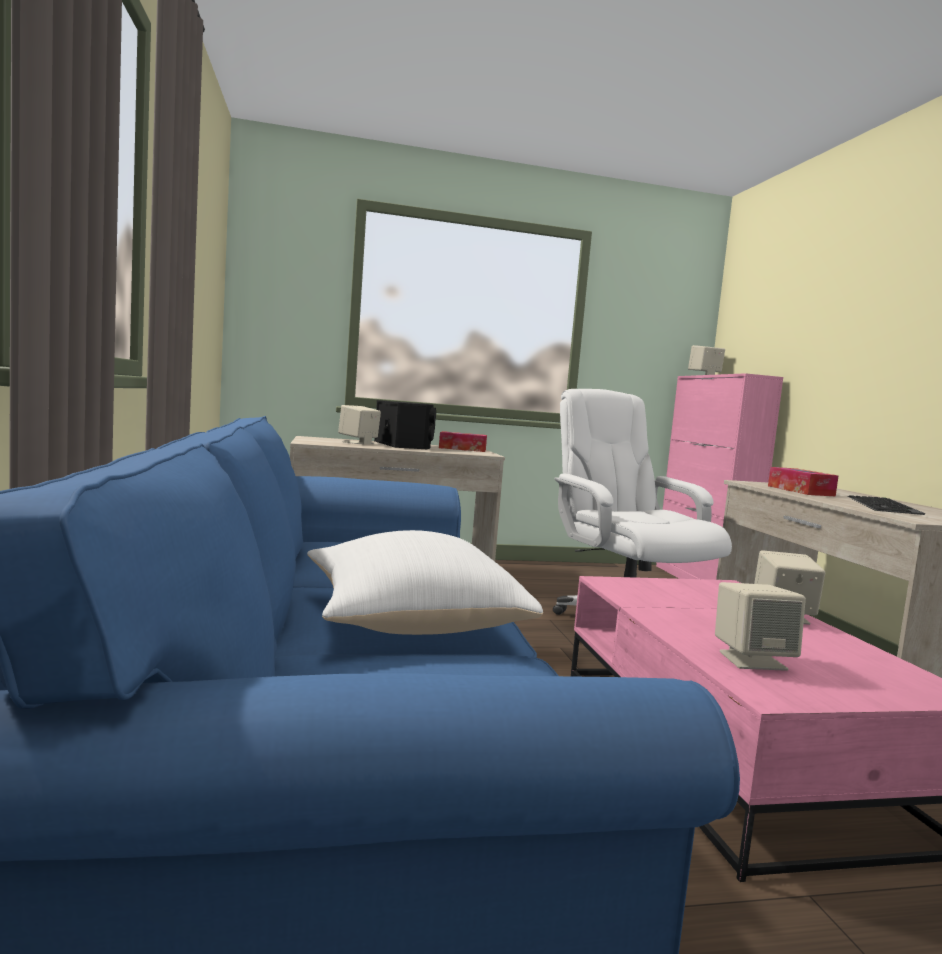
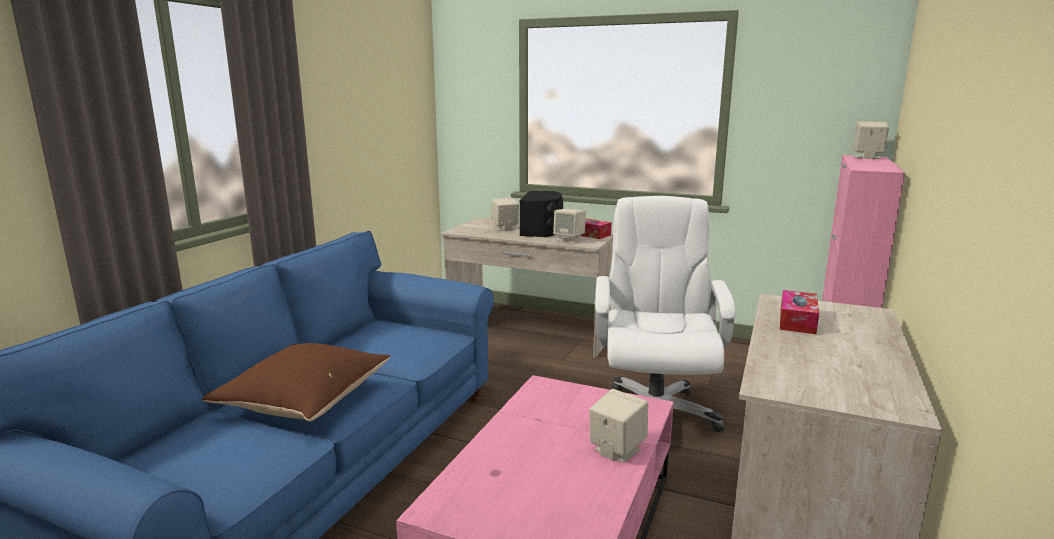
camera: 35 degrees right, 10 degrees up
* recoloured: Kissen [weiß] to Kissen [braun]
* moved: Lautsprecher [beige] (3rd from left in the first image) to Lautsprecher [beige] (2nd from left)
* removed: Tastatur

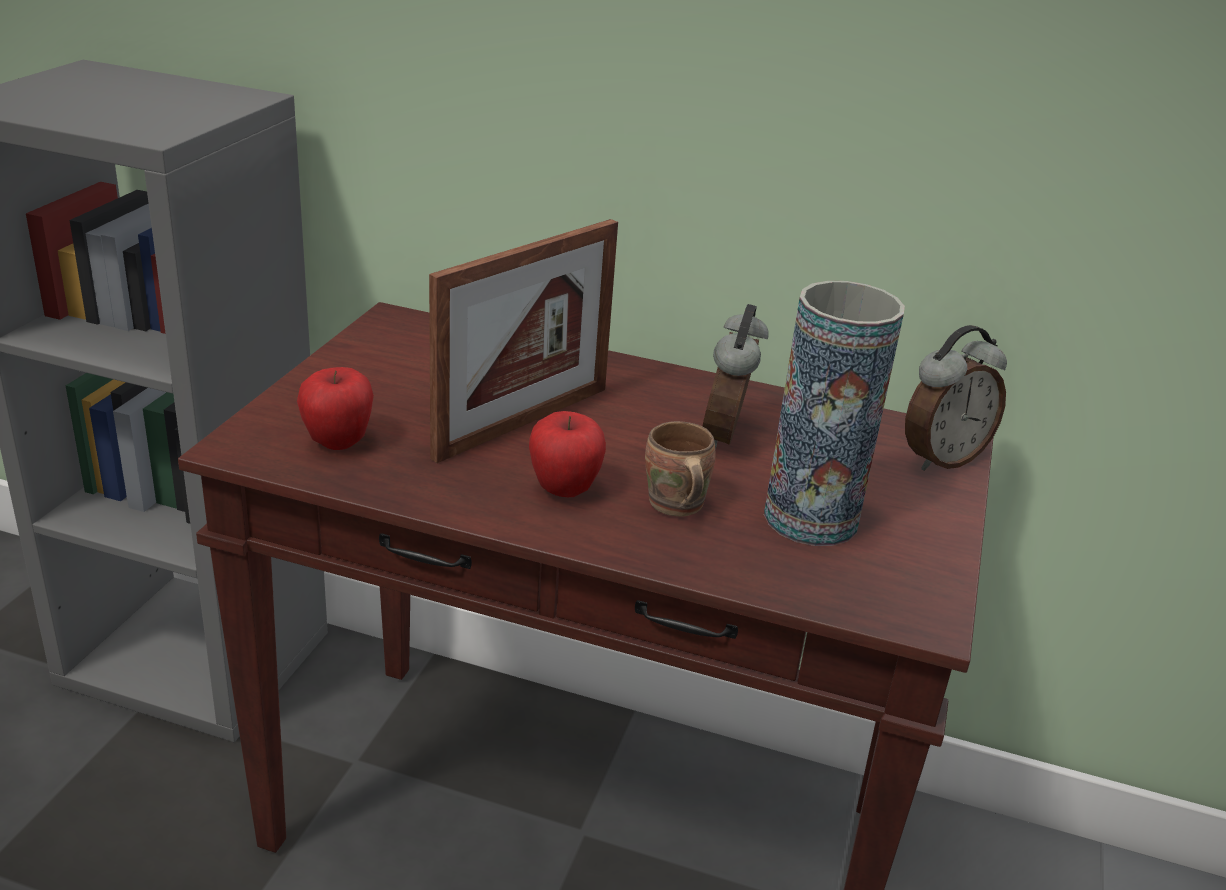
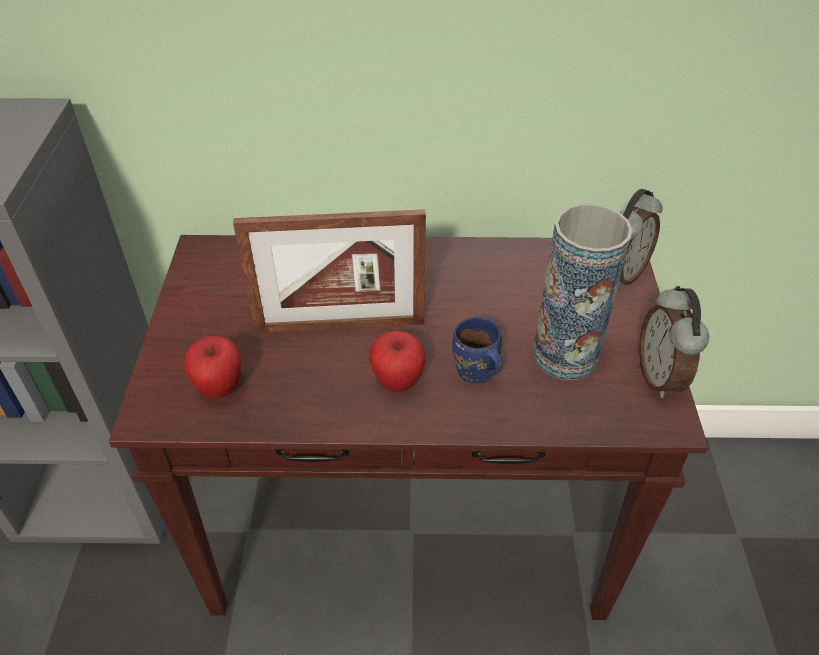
camera: 15 degrees left, 15 degrees up
* turned: Bilderrahmen 60 degrees clockwise
* recoloured: Henkelbecher [braun] to Henkelbecher [blau]
* moved: Wecker (1st from left in the first image) to Wecker (2nd from left)

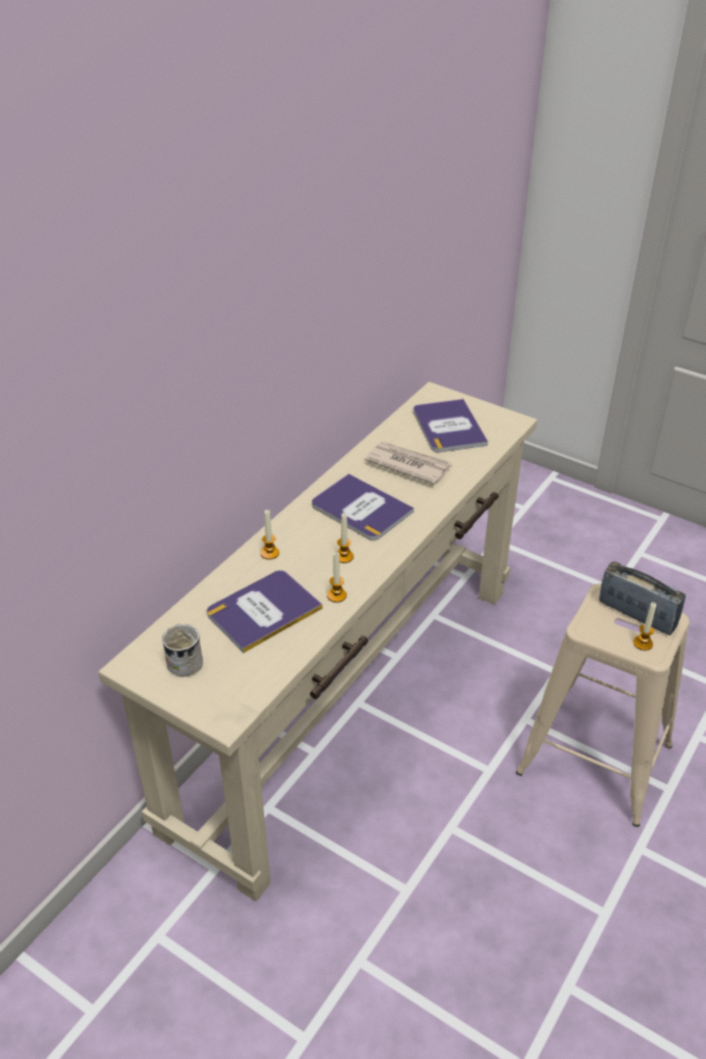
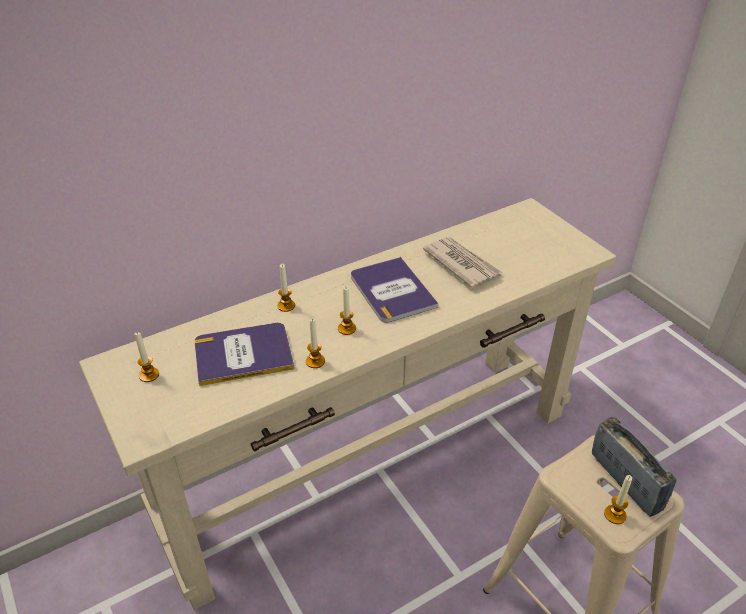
camera: 25 degrees right, 0 degrees up
* replaced: Henkelbecher [weiß] to Kerze (1st from left)
* removed: Buch (3rd from left)

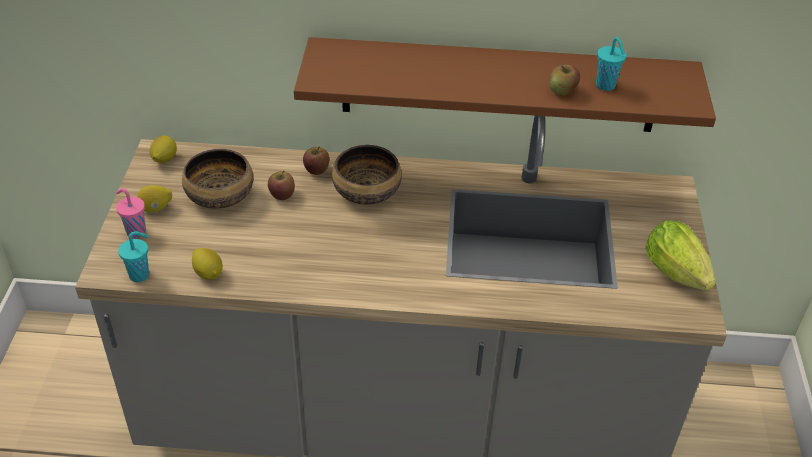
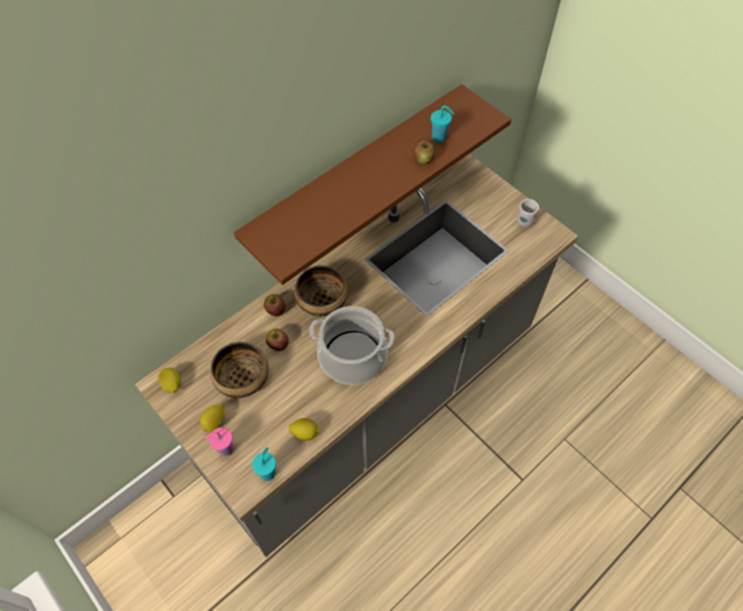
camera: 45 degrees left, 15 degrees up
* replaced: Salatkopf to Henkelbecher [weiß]
* added: Kochtopf

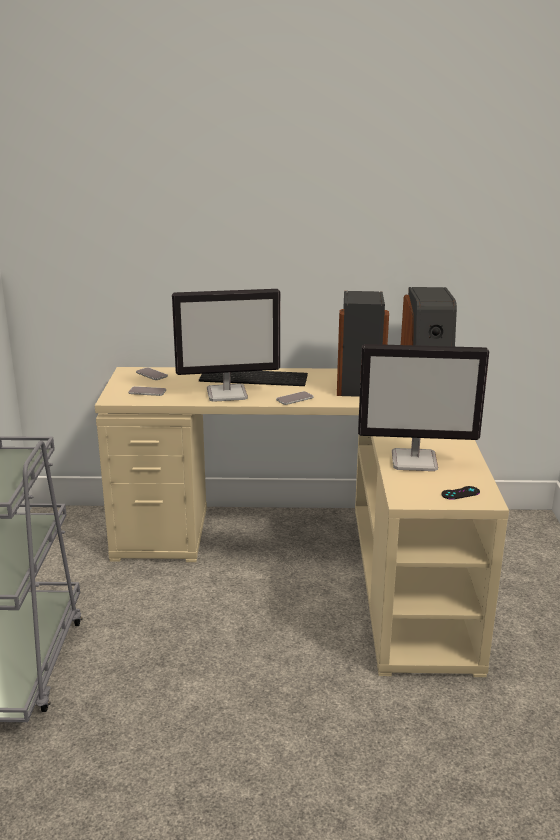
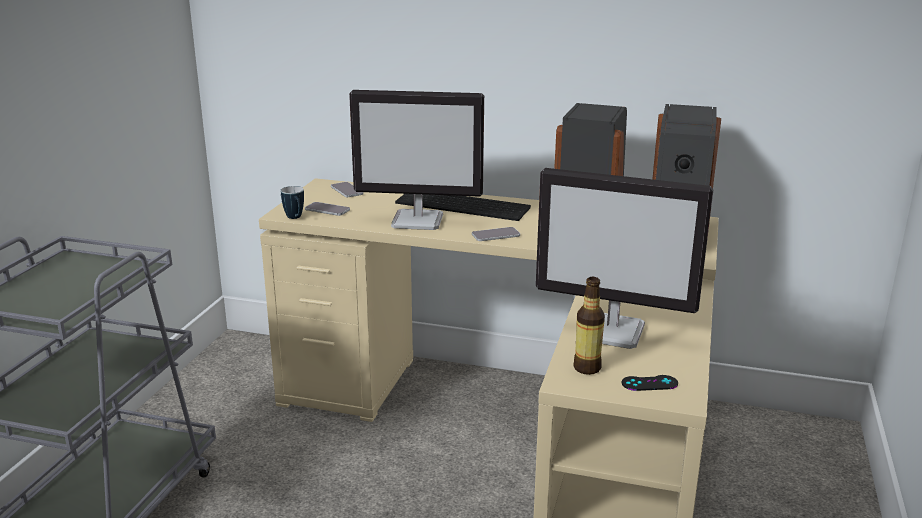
camera: 15 degrees right, 0 degrees up
* added: Henkelbecher
* added: Flasche

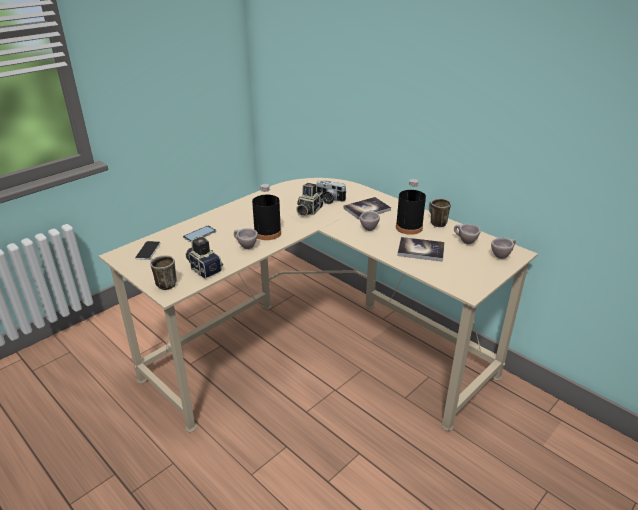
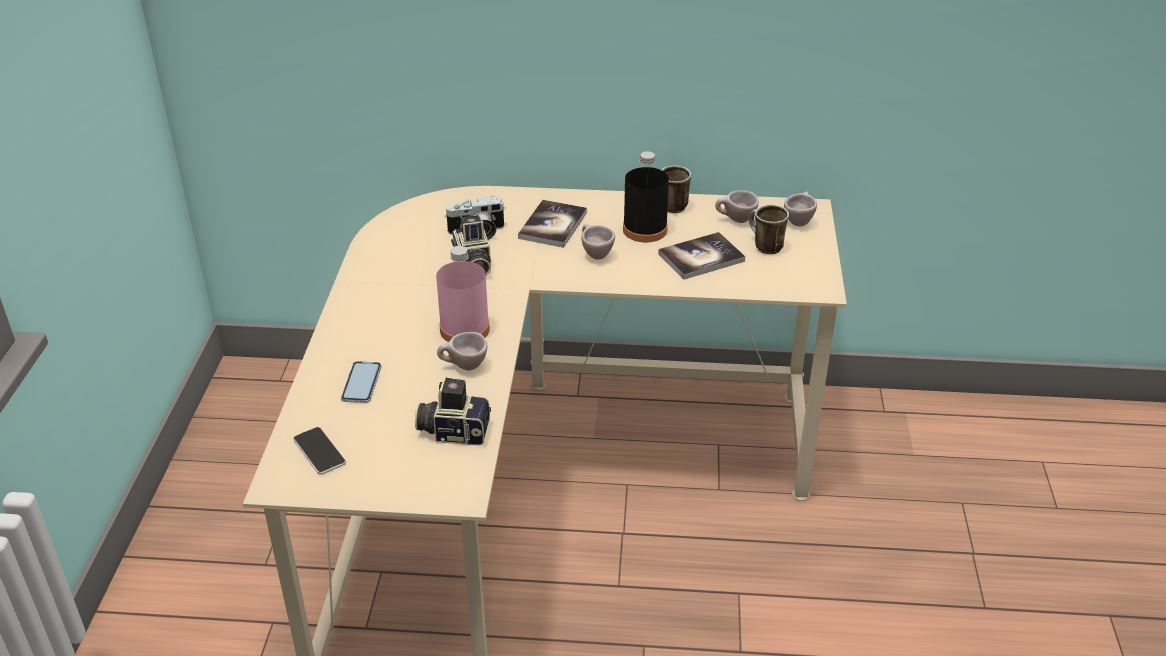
camera: 40 degrees left, 5 degrees up
* moved: Henkelbecher (1st from left in the first image) to Henkelbecher (2nd from left)
* recoloured: Flasche [schwarz] (1st from left) to Flasche [rosa]

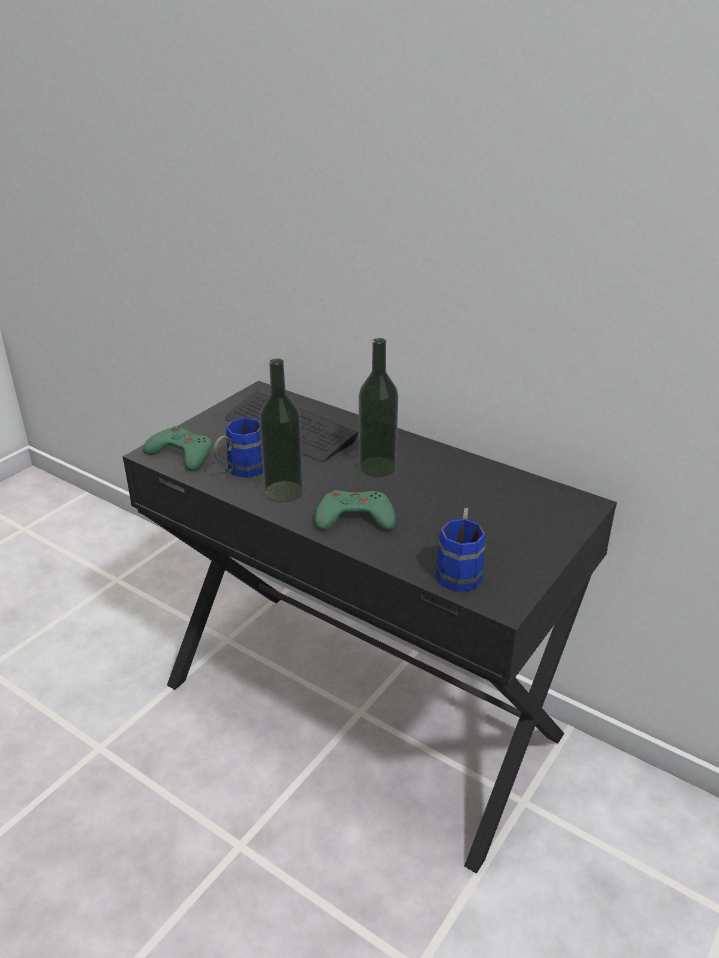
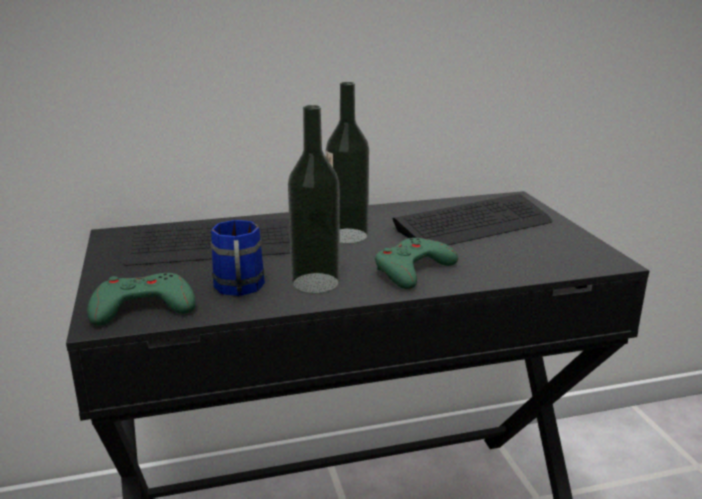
camera: 50 degrees left, 10 degrees down
* removed: Henkelbecher [blau] (2nd from left)
* added: Tastatur (2nd from left)

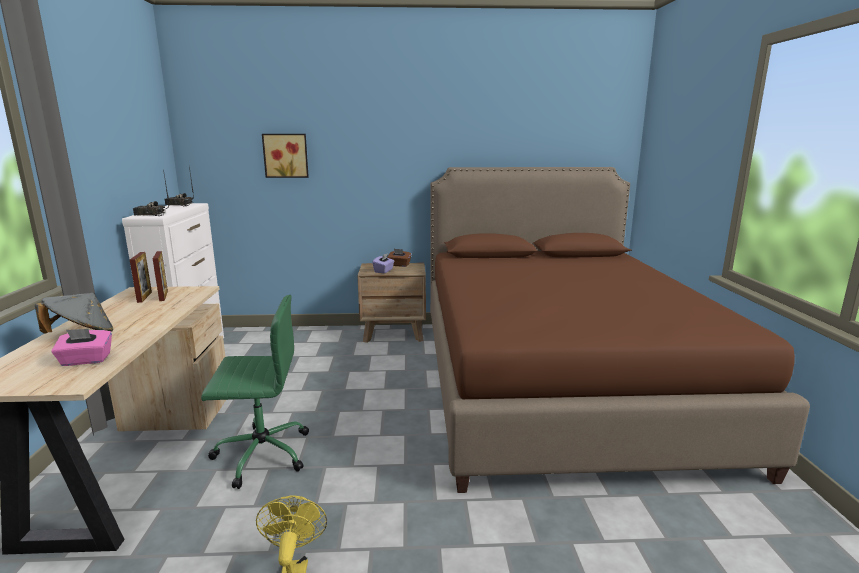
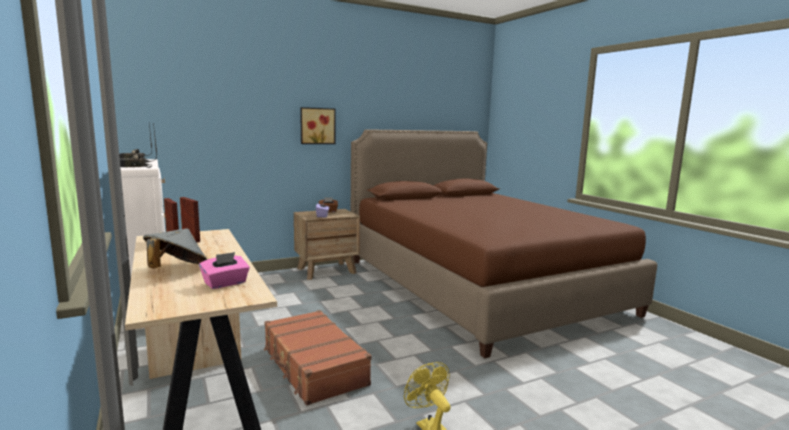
camera: 25 degrees left, 5 degrees down
* replaced: Bürostuhl [grün] to Koffer [braun]
* moved: Bild

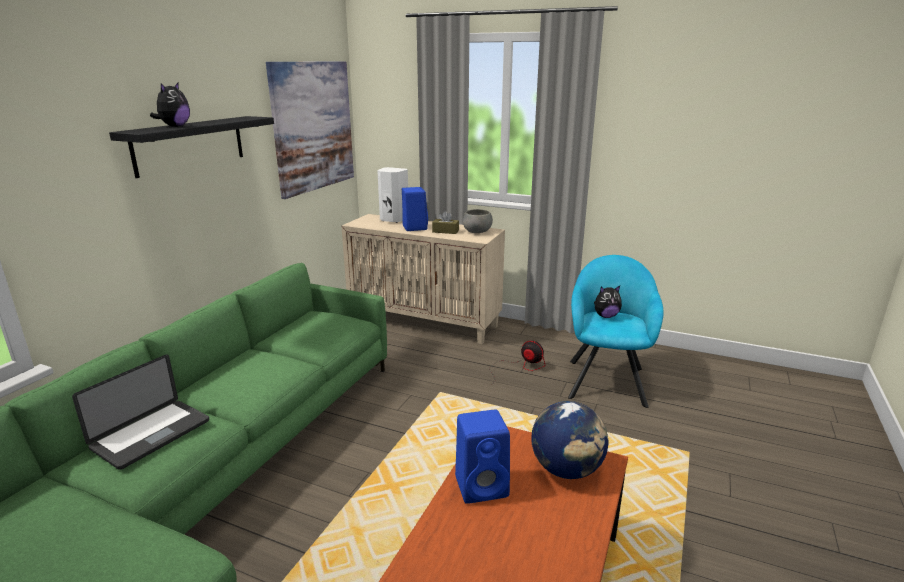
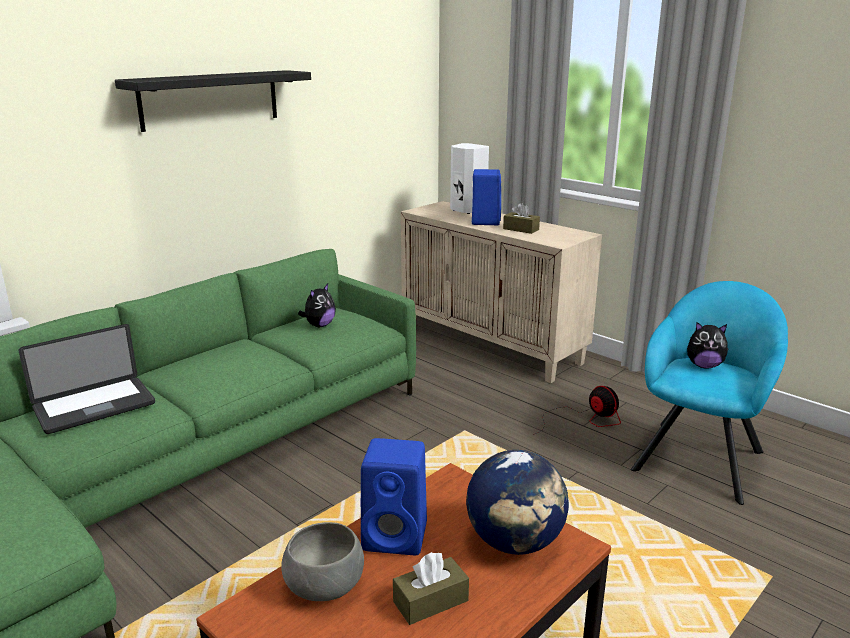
camera: 20 degrees right, 0 degrees up
* moved: Plüschtier (1st from left)
* removed: Bild
* moved: Schüssel [grau]
* added: Taschentuchbox [braun] (1st from left)

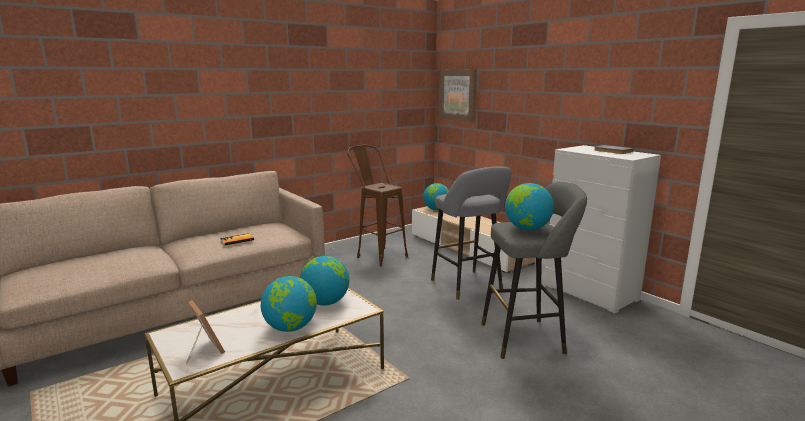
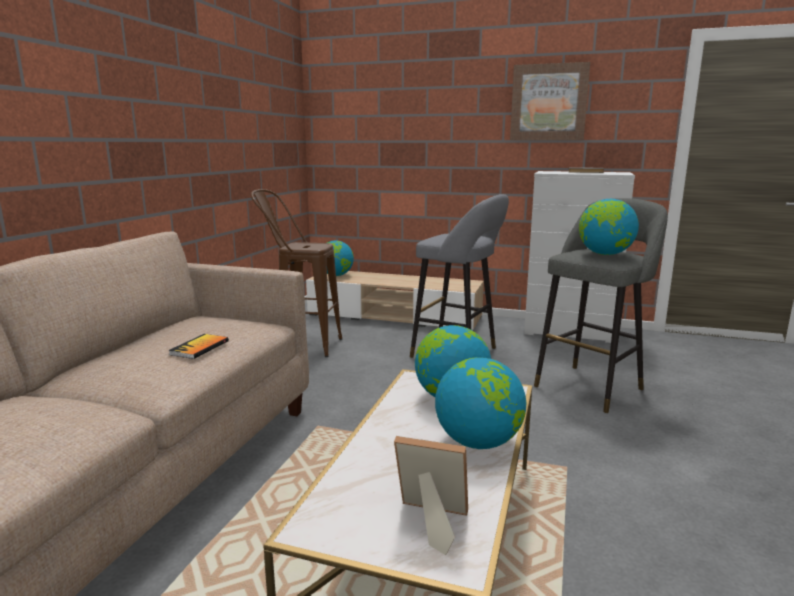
camera: 35 degrees left, 0 degrees up
* moved: Bild

